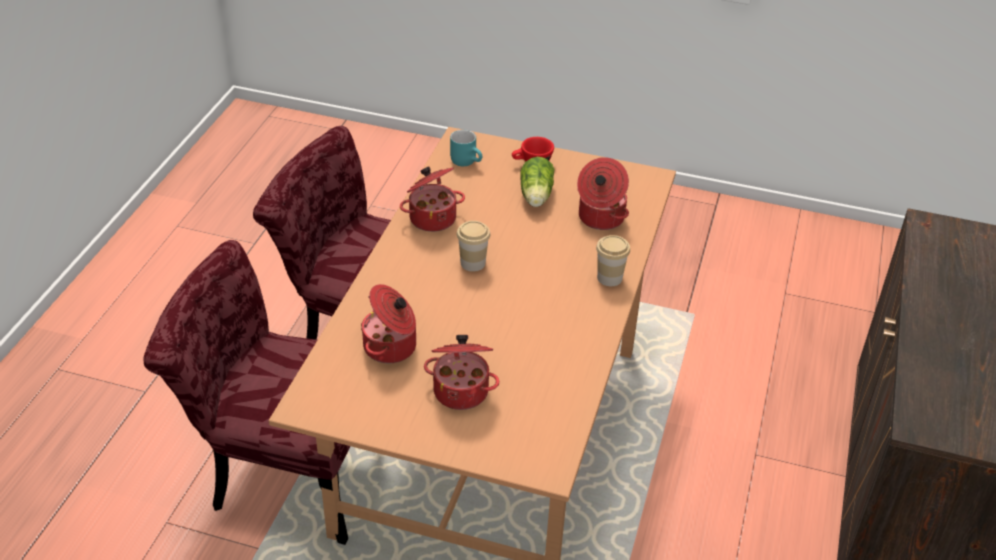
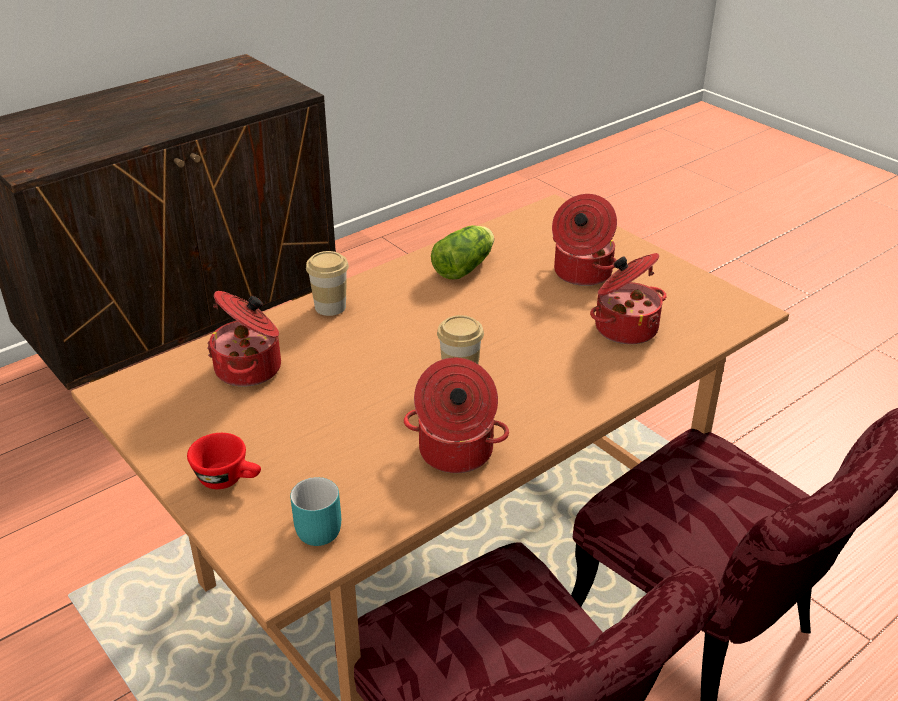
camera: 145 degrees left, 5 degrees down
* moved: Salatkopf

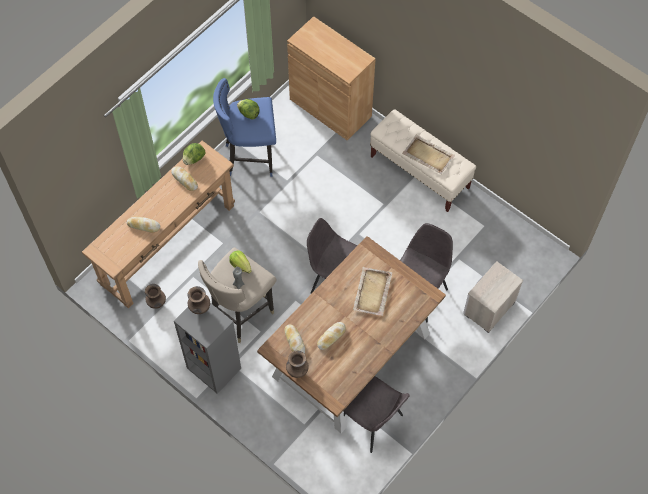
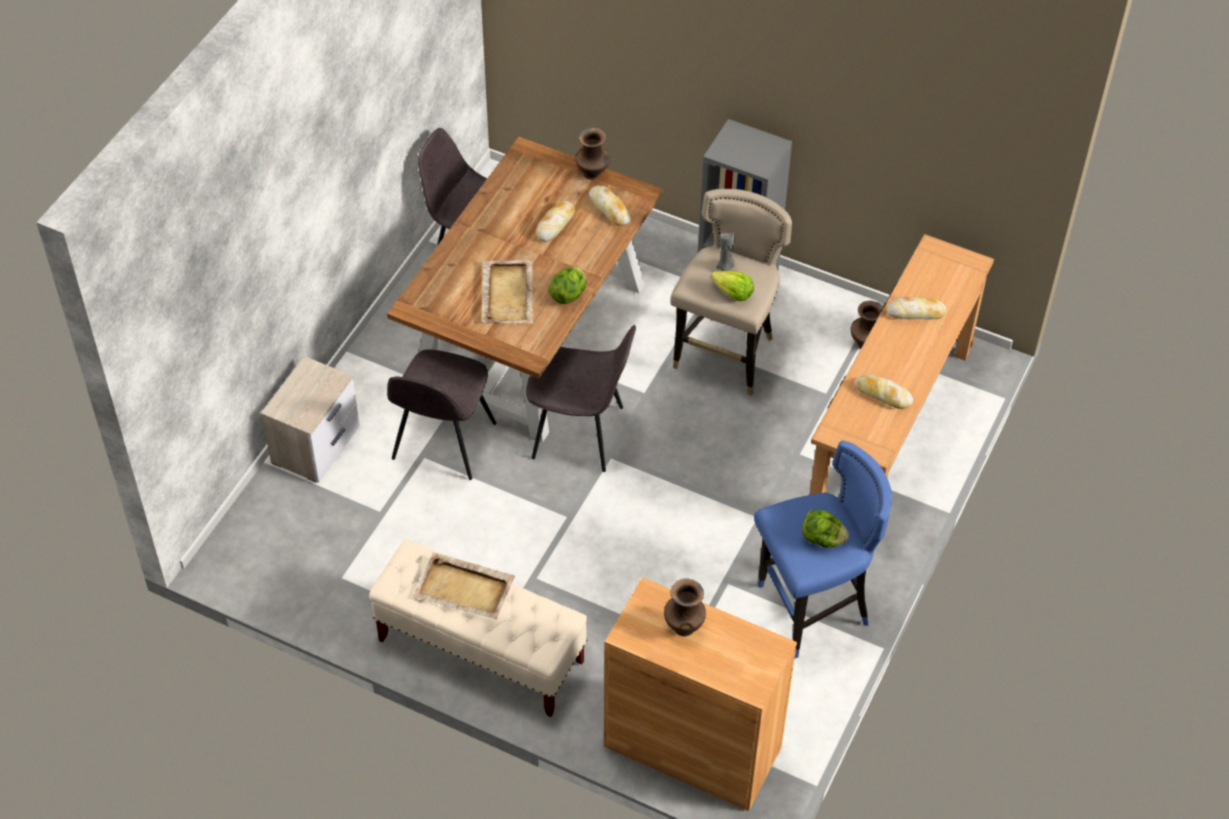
camera: 165 degrees right, 10 degrees down
* moved: Salatkopf (1st from left)
* moved: Vase [braun] (2nd from left)

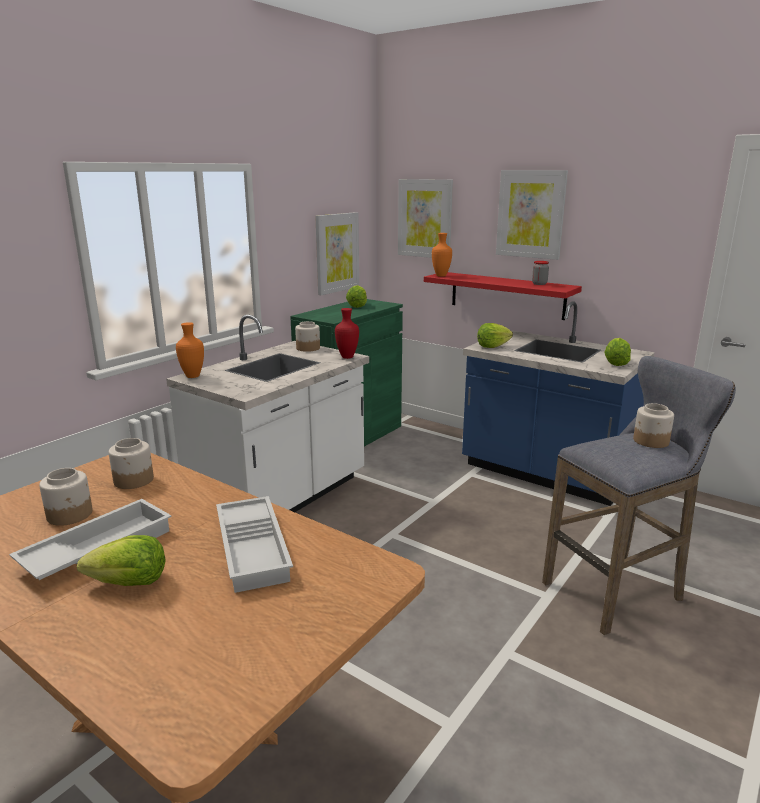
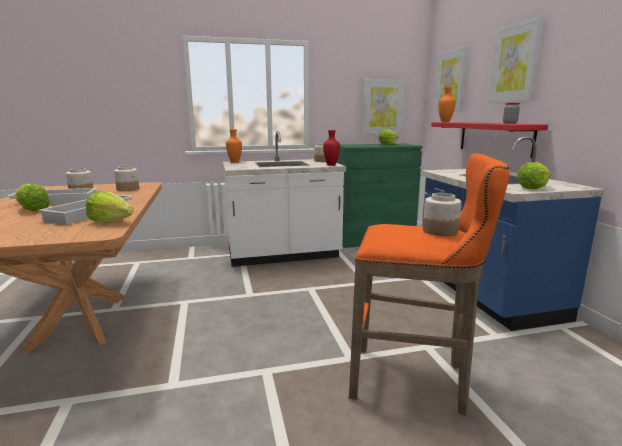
camera: 40 degrees right, 5 degrees down
* moved: Salatkopf (3rd from left in the first image) to Salatkopf (2nd from left)
* recoloured: Hocker [grau] to Hocker [orange]

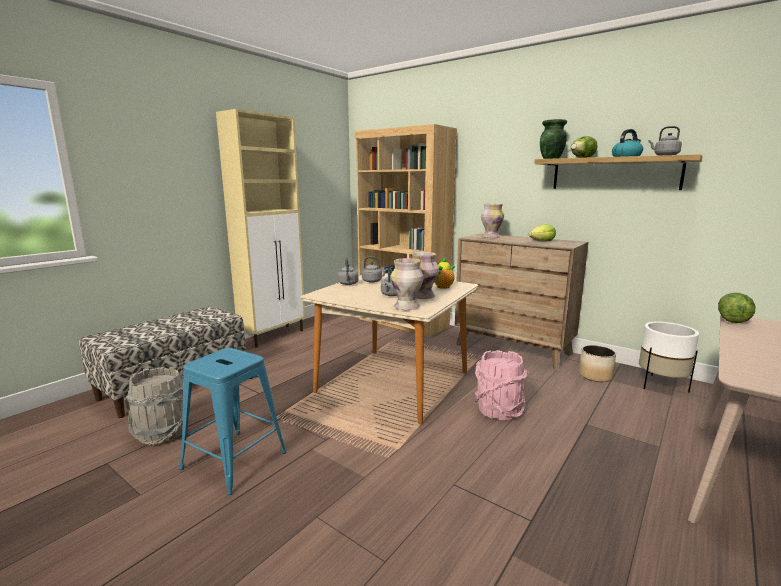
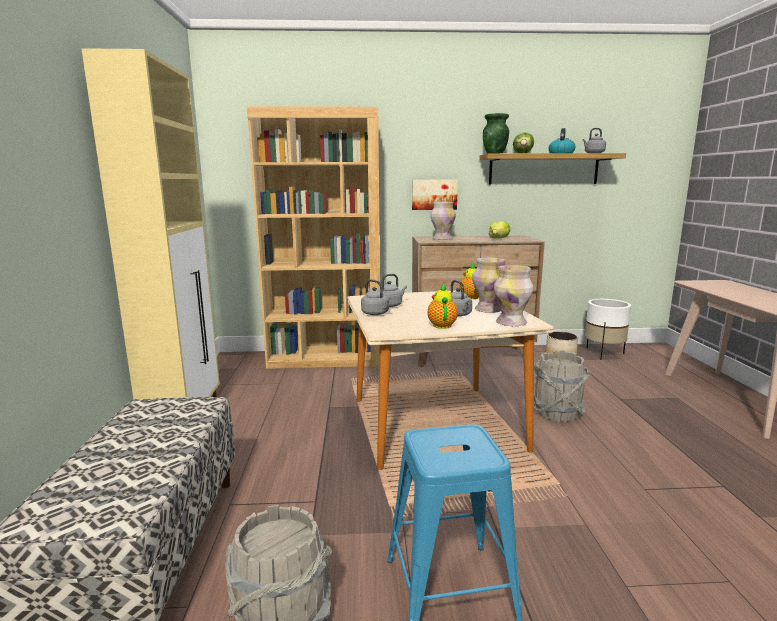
camera: 40 degrees left, 0 degrees up
* recoloured: Eimer [rosa] to Eimer [grau] (2nd from left)
* removed: Salatkopf (3rd from left)
* added: Bild
* added: Teekanne (1st from left)

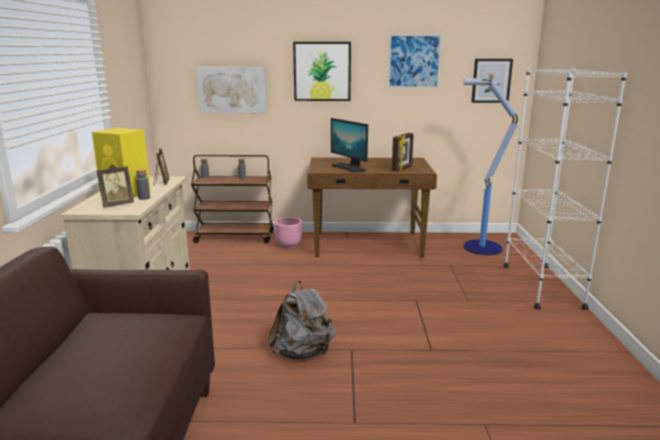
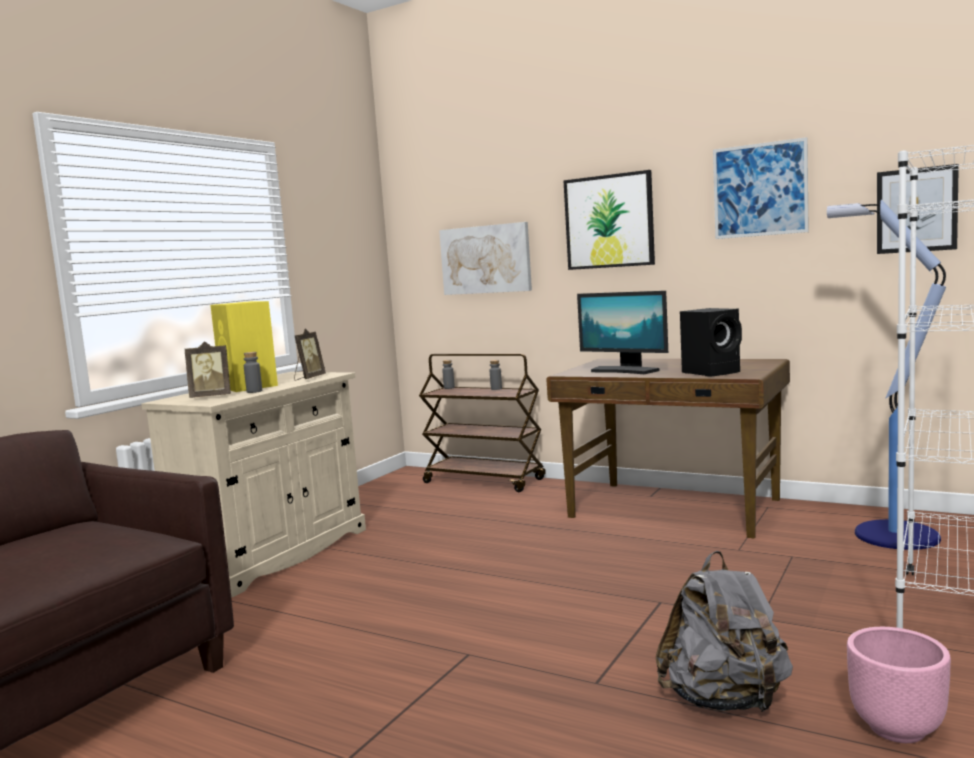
camera: 30 degrees right, 10 degrees down
* moved: Rucksack [grau]
* moved: Pflanzkübel [rosa]
* turned: Monitor 45 degrees counterclockwise
* replaced: Bilderrahmen (3rd from left) to Lautsprecher [schwarz]

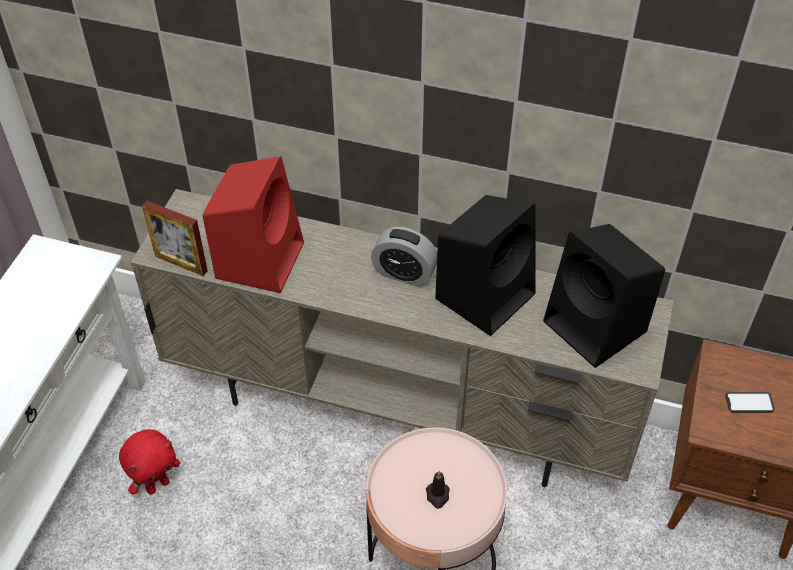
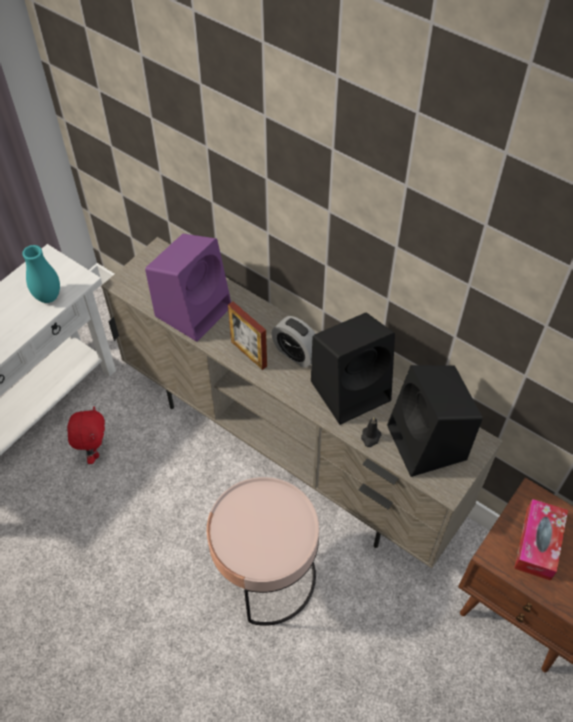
camera: 20 degrees right, 5 degrees up
* turned: Plüschtier [rot] 75 degrees counterclockwise
* moved: Bilderrahmen
* recoloured: Lautsprecher [rot] to Lautsprecher [lila]
* moved: Kerze [schwarz]
* replaced: Handy to Taschentuchbox
* added: Vase [türkis]

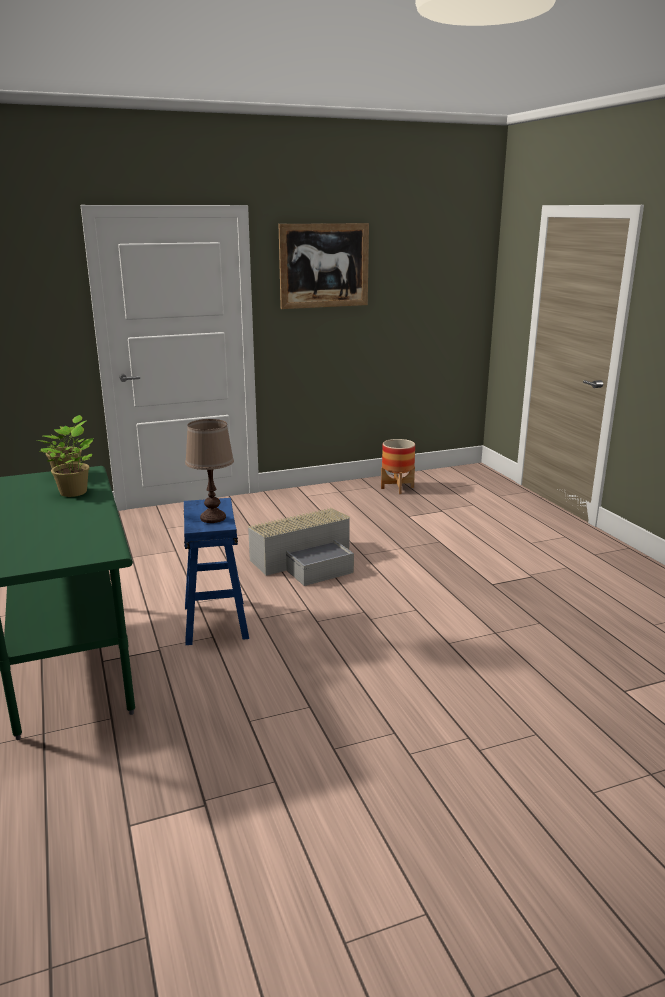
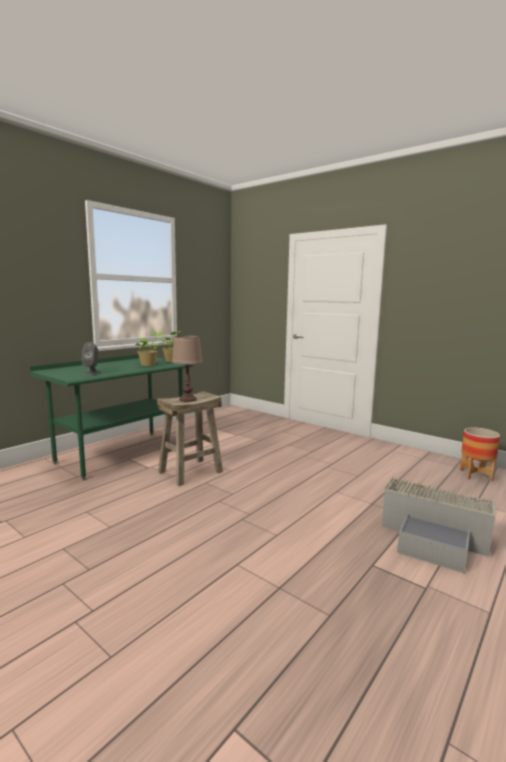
camera: 60 degrees right, 10 degrees down
* recoloured: Hocker [blau] to Hocker [beige]
* moved: Aufbewahrungsbox [grau]
* removed: Bild
* added: Lautsprecher [grau]

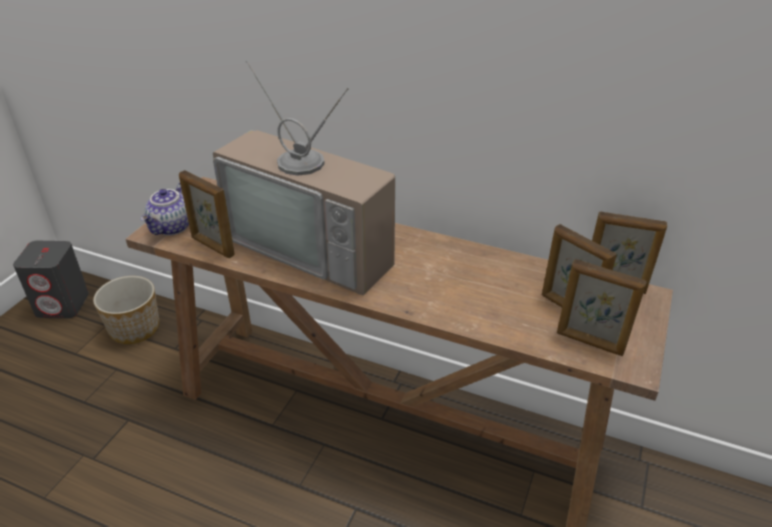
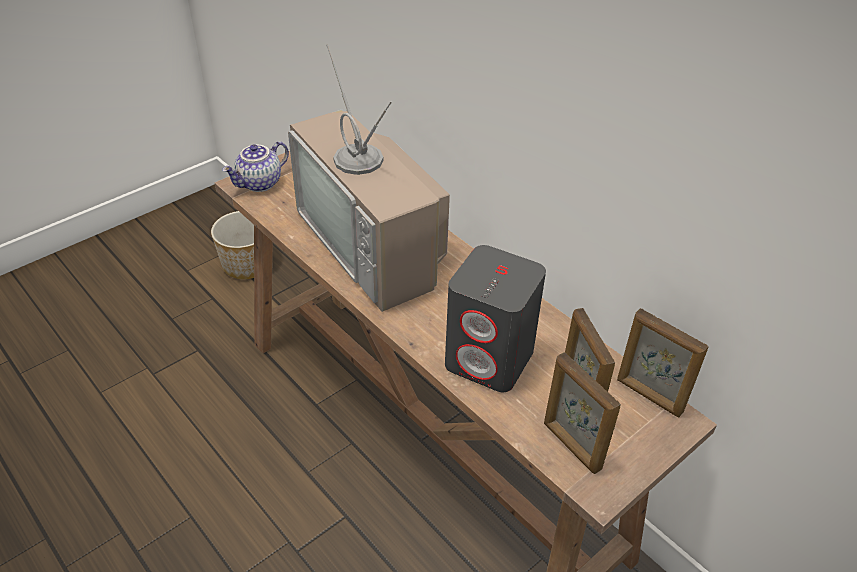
camera: 25 degrees right, 5 degrees up
* moved: Lautsprecher [grau]
* removed: Bilderrahmen (1st from left)

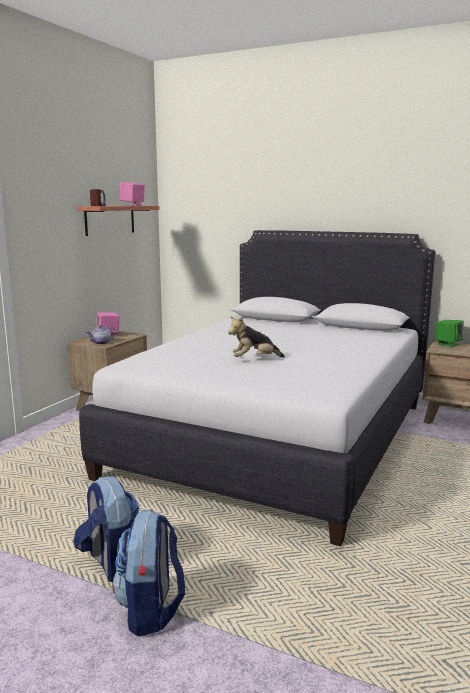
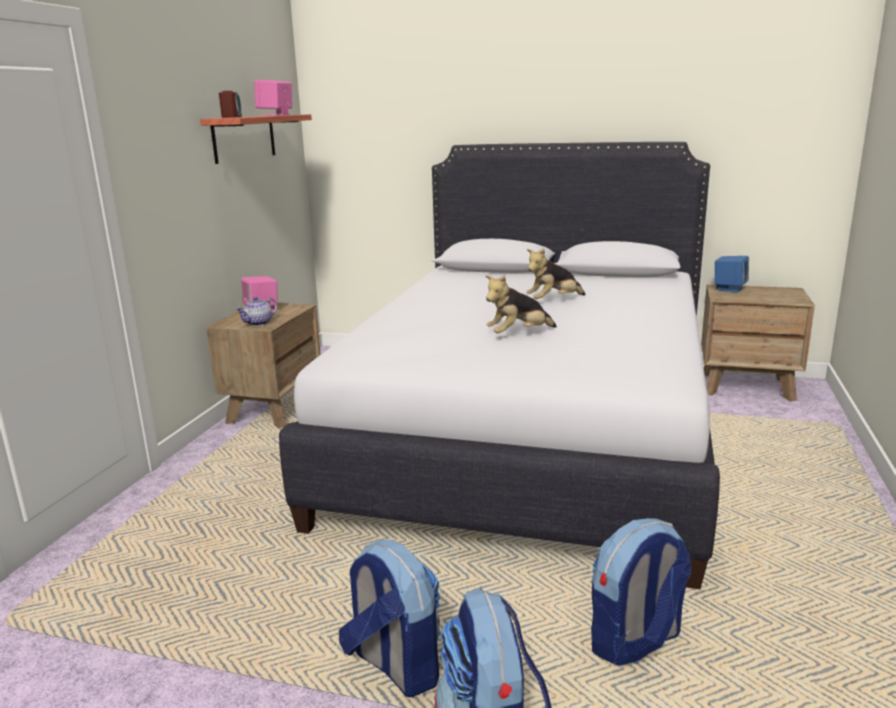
camera: 10 degrees left, 5 degrees up
* recoloured: Lautsprecher [grün] to Lautsprecher [blau]
* added: Plüschtier (2nd from left)
* added: Rucksack (3rd from left)

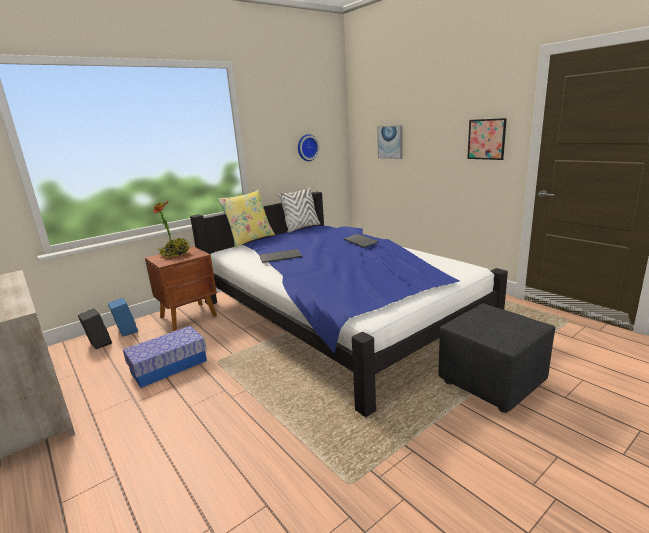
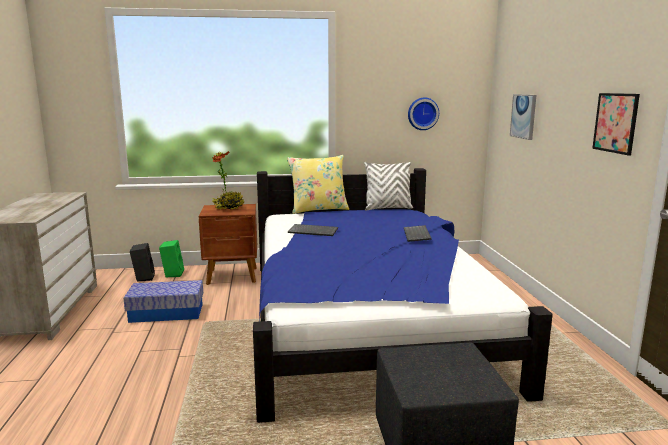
camera: 30 degrees right, 5 degrees down
* recoloured: Lautsprecher [blau] to Lautsprecher [grün]

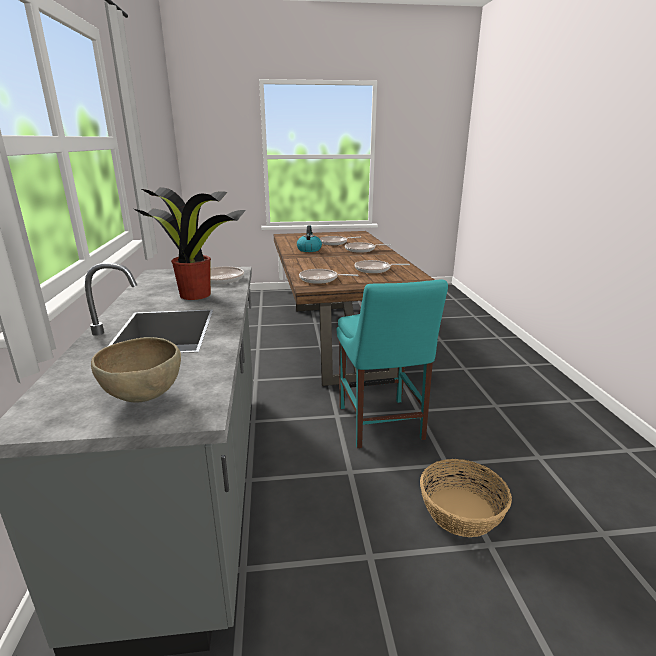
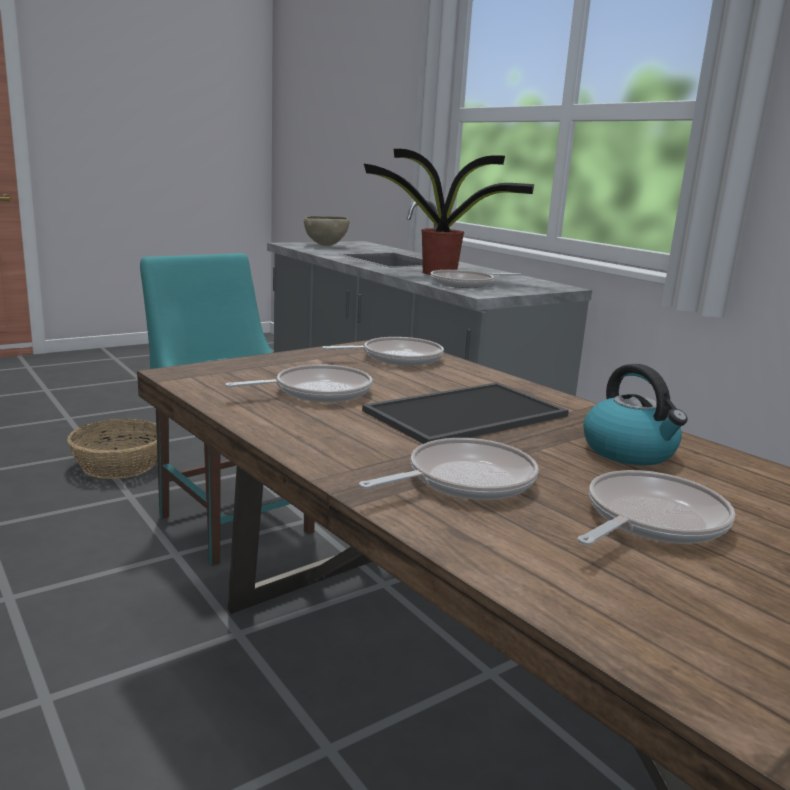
camera: 150 degrees right, 5 degrees down
* added: Tablett

